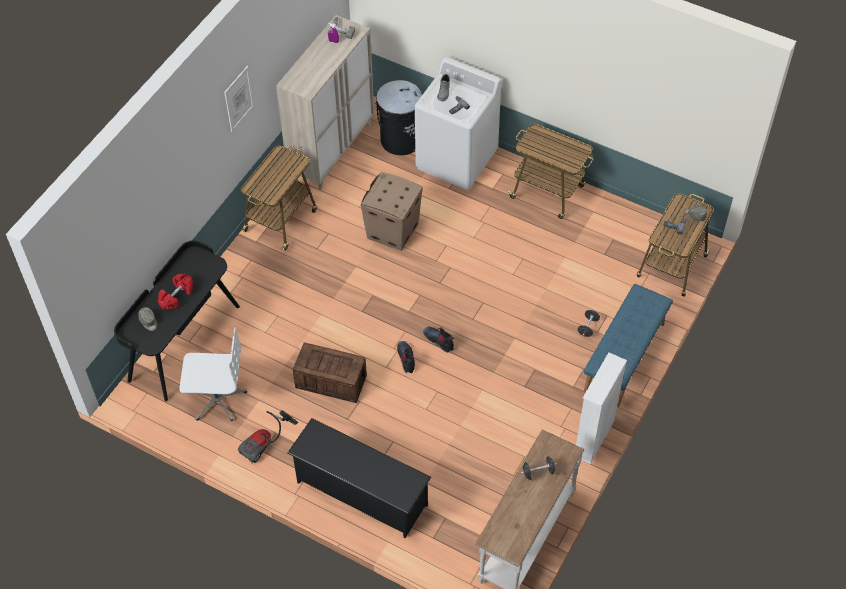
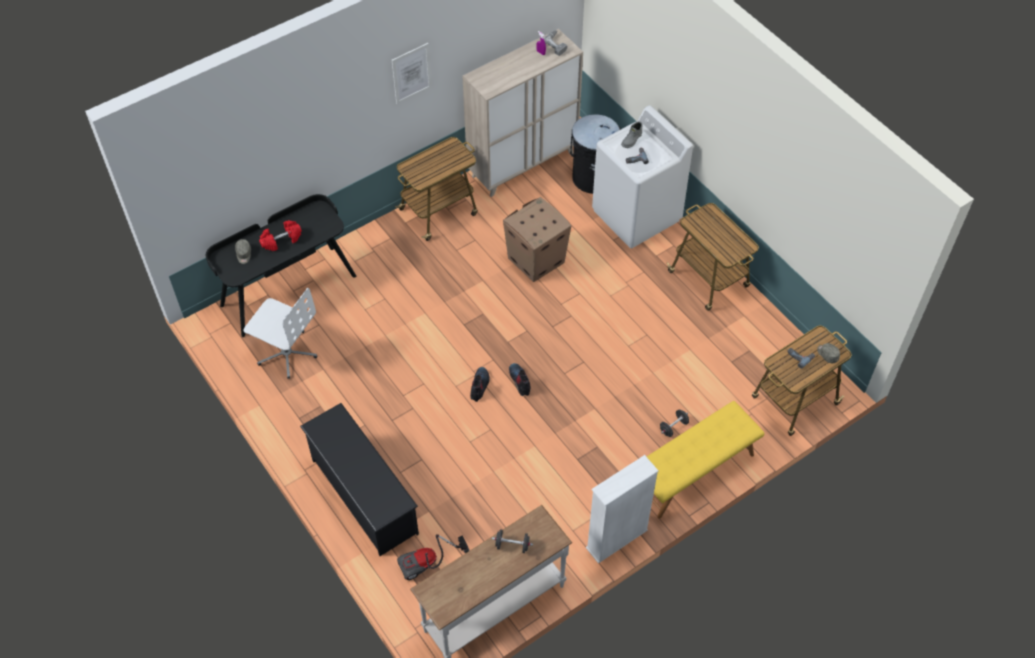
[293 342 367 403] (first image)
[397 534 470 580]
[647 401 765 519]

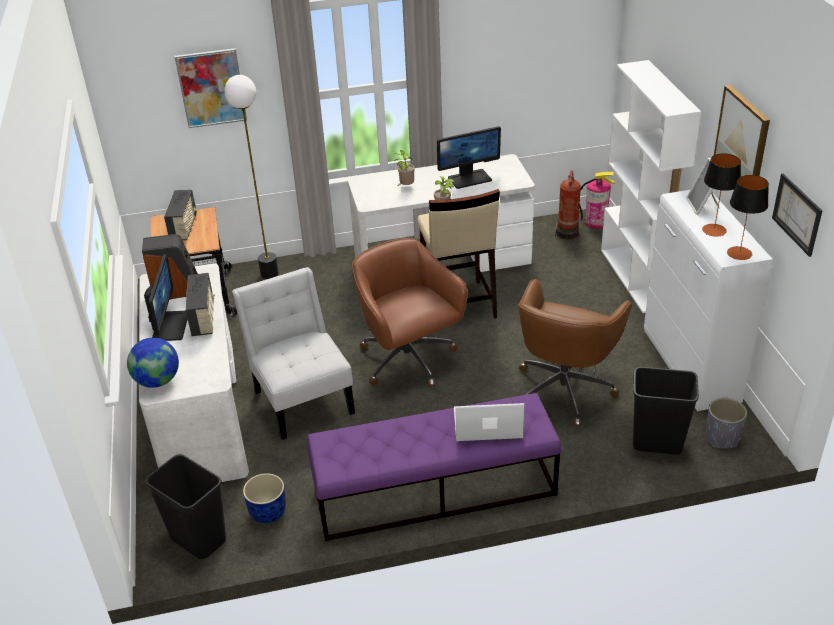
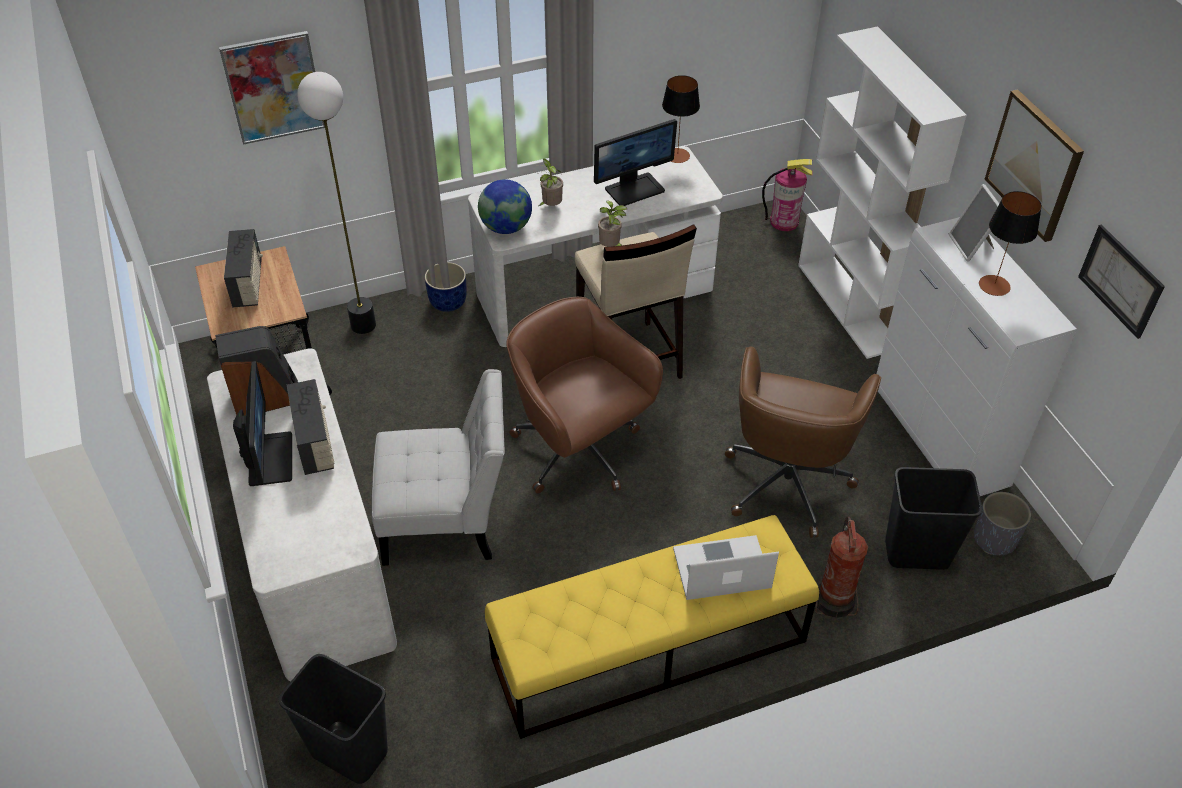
[478 179 532 234]
[425 262 466 312]
[815 516 868 618]
[662 75 700 163]
[485 515 819 739]
[372 369 505 566]

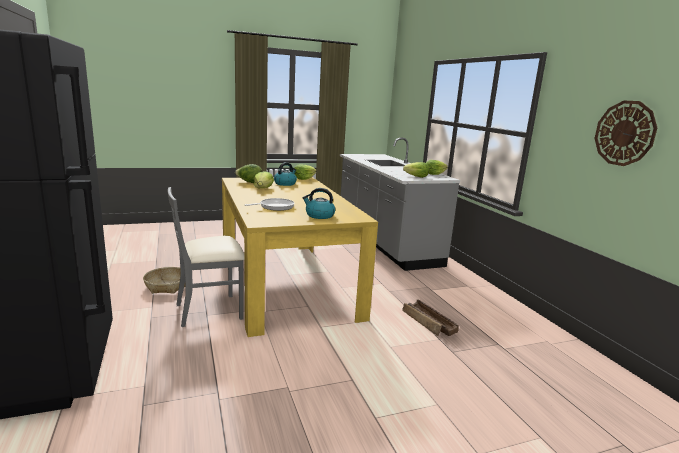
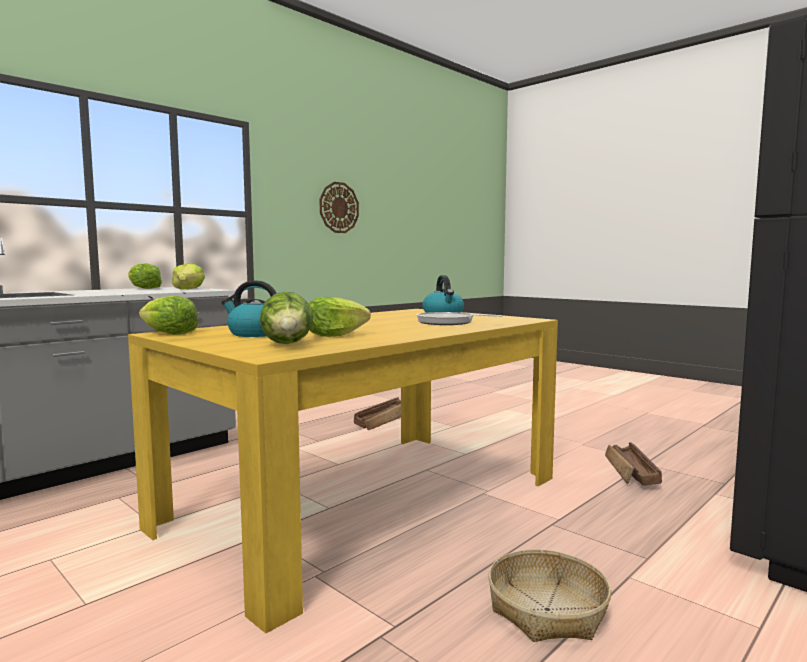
[168 187 244 327] (first image)
[605 442 662 485]

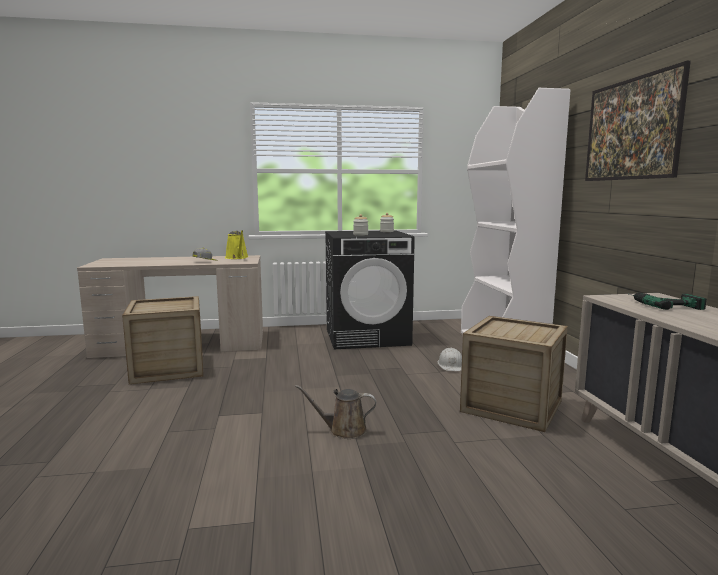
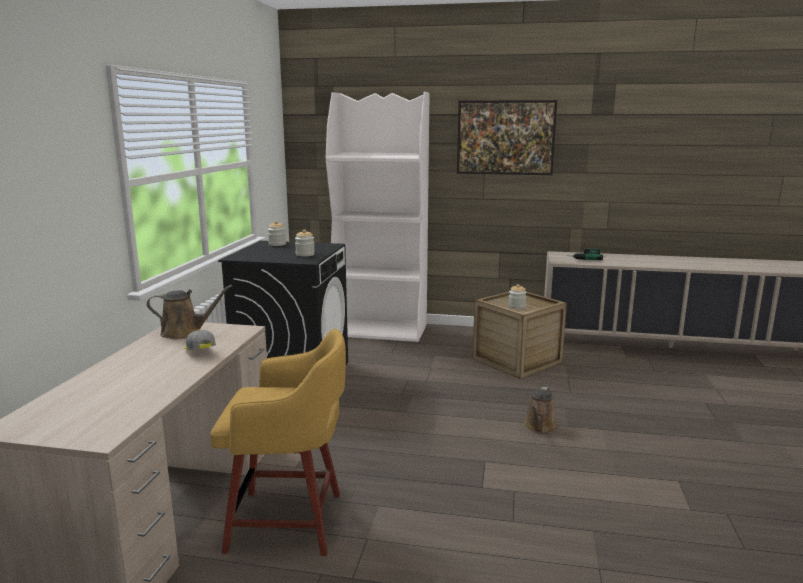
[437 348 462 371] (first image)
[508 284 527 309]
[210 329 346 556]
[147 285 232 339]

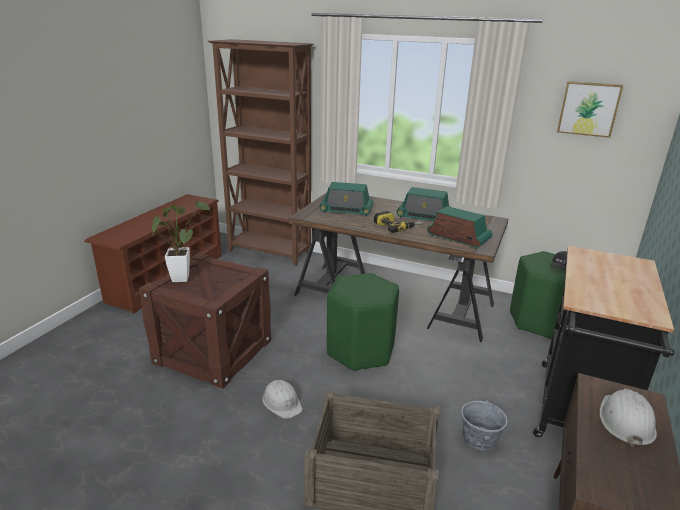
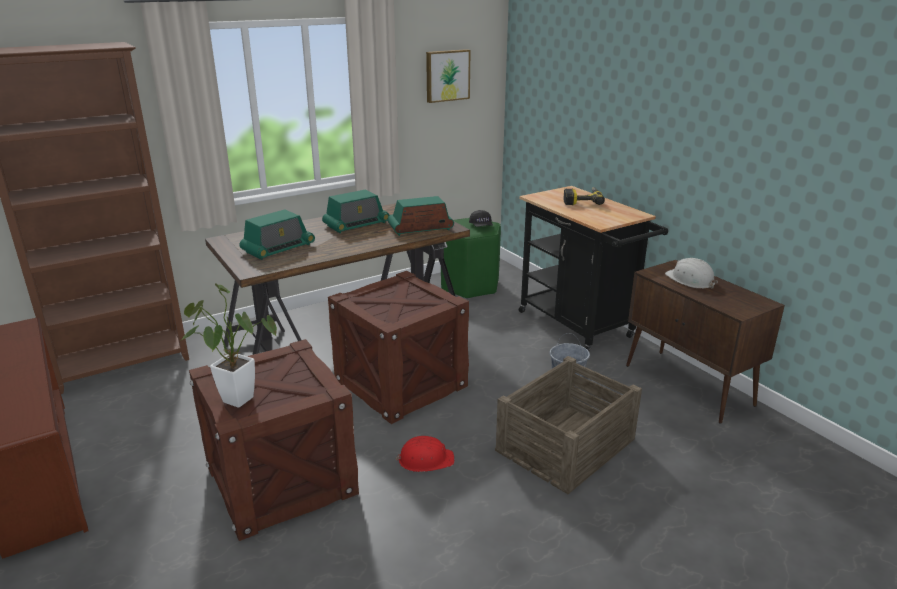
[564 187 605 205]
[328 271 469 424]
[395 436 454 472]

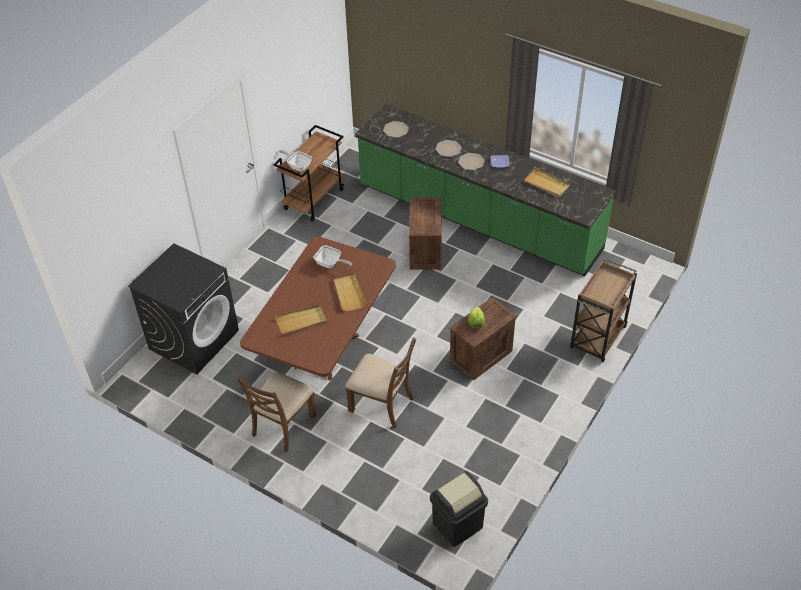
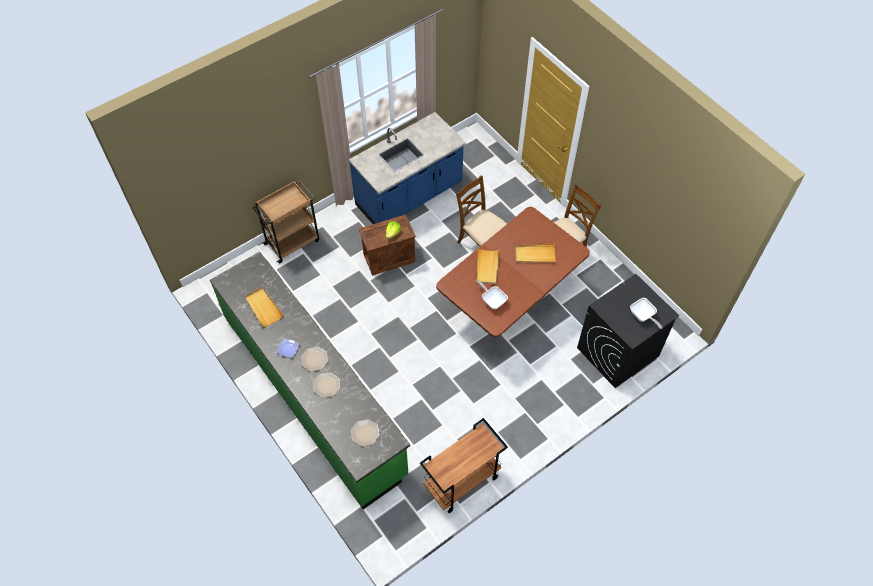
[409 197 442 270] (first image)
[430 471 488 547] (first image)
[349 112 466 224]
[630 298 663 329]

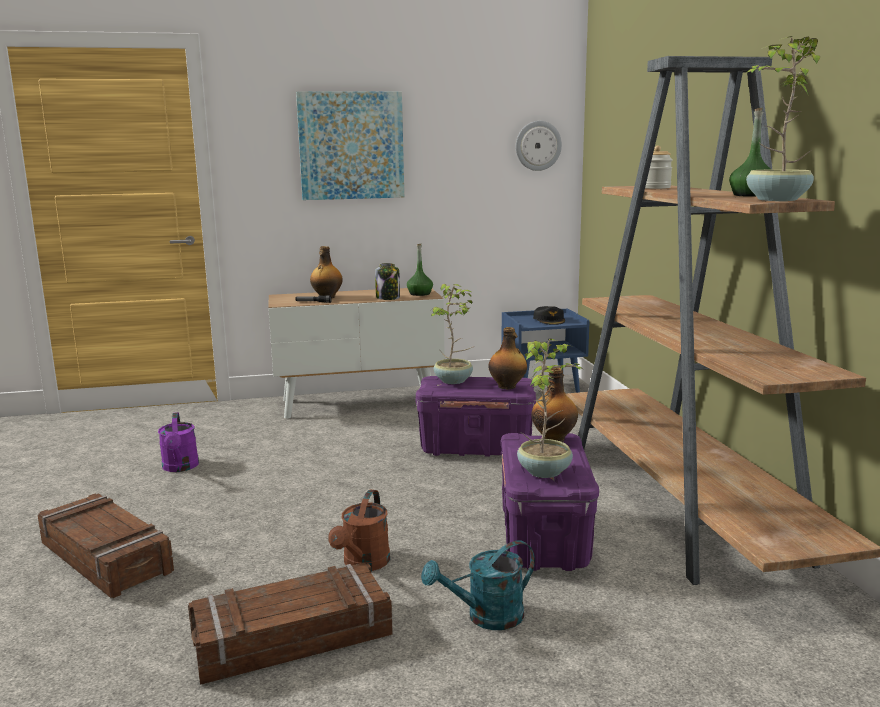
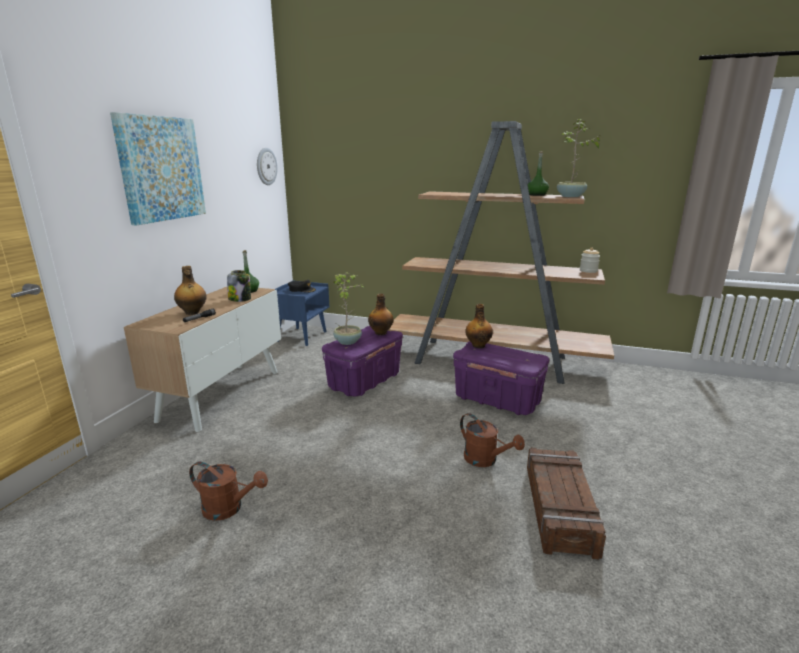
[38 493 174 598] (first image)
[421 540 535 630] (first image)
[517 338 583 478] (first image)
[580 247 600 273]
[189 462 268 521]

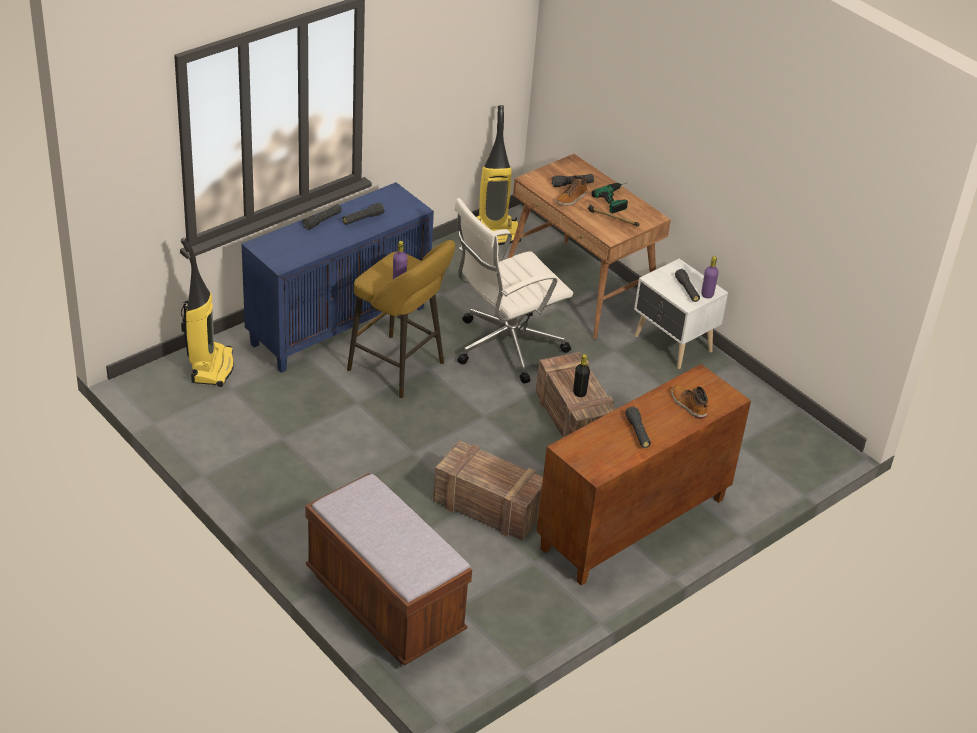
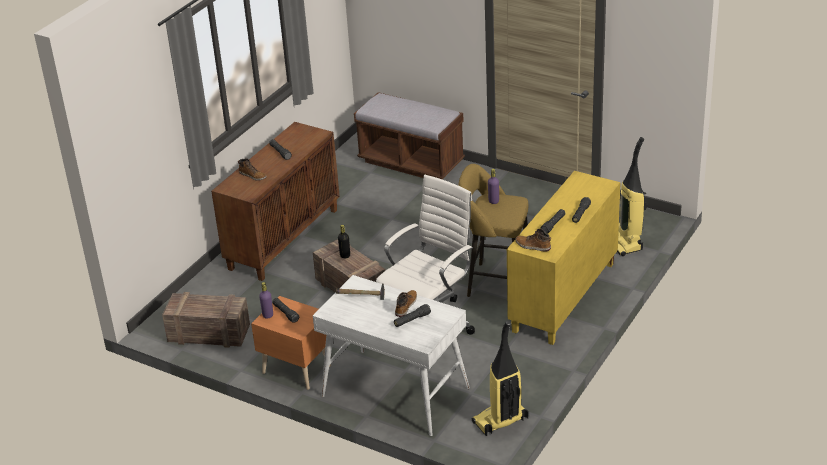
[592 183 628 214] (first image)
[515 229 551 251]
[162 292 250 348]
[507 171 621 345]
[313 275 470 436]
[251 296 331 390]

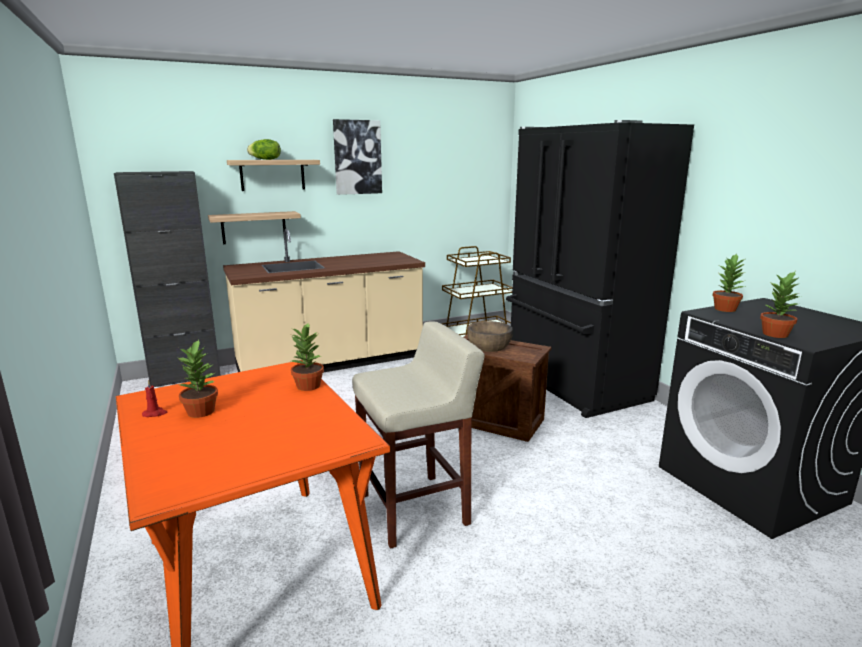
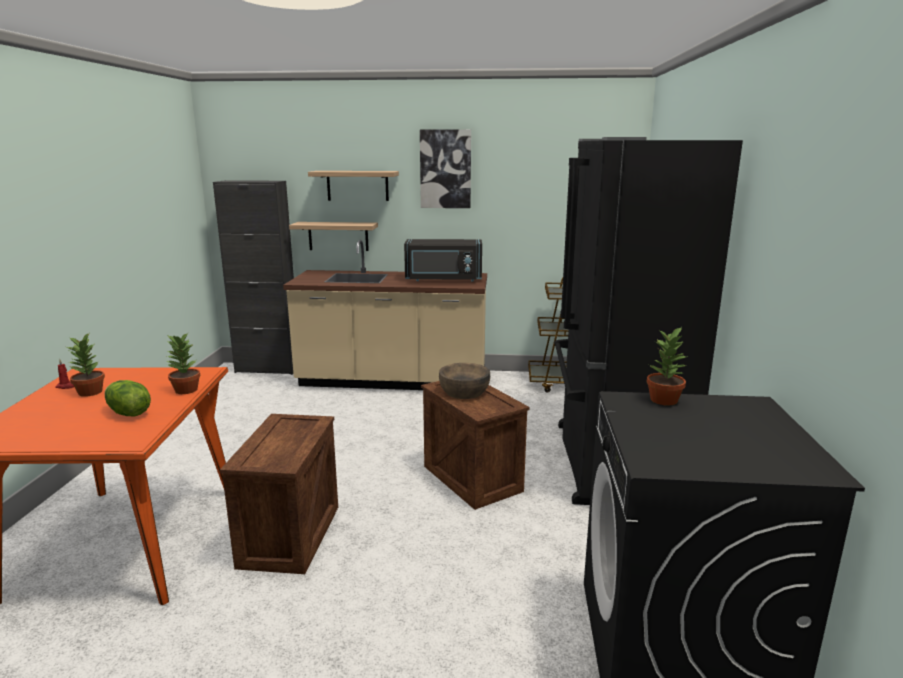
[760 271 800 338] (first image)
[404 239 482 282]
[105 380 151 417]
[220 414 338 574]

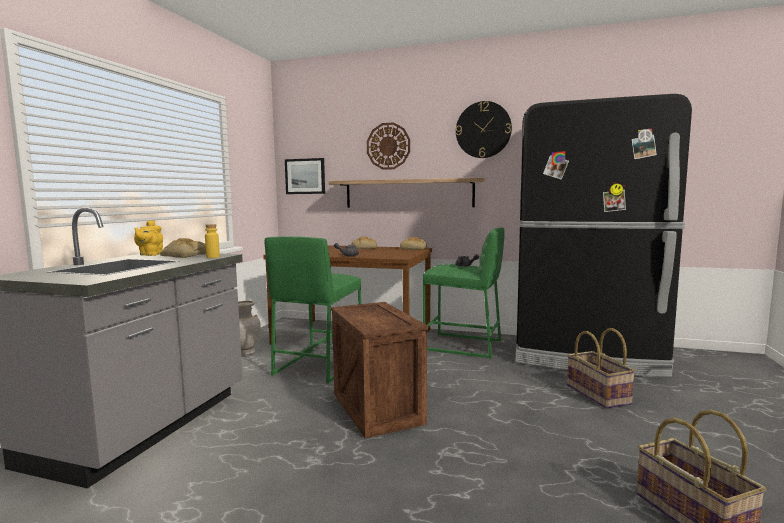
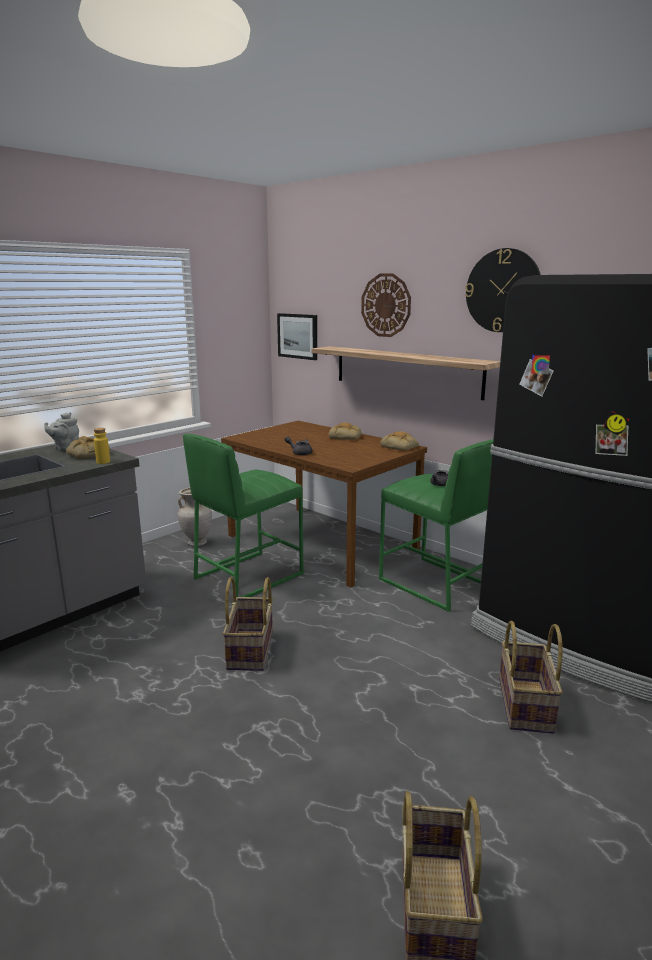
[222 577 273 671]
[44 412 79 450]

